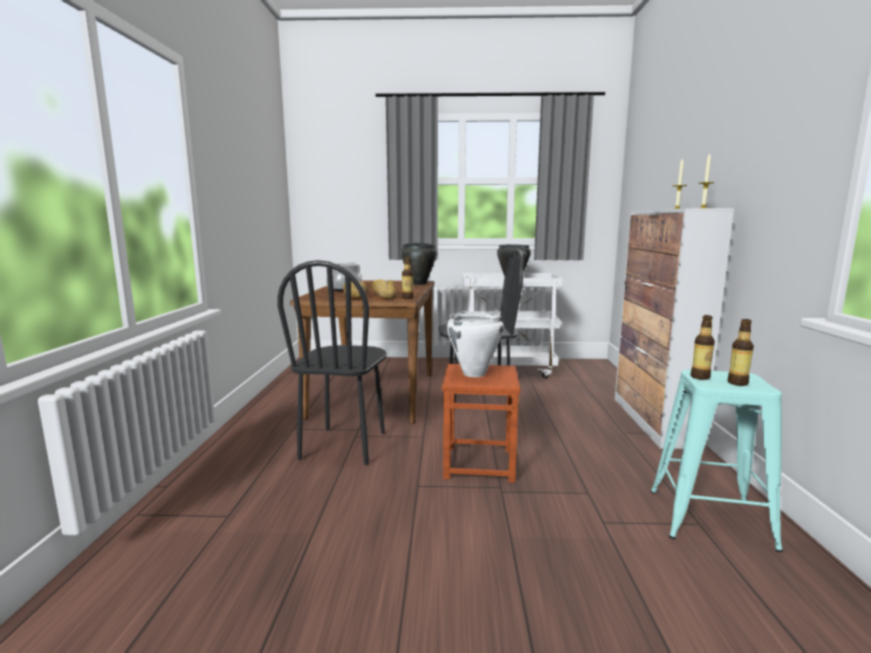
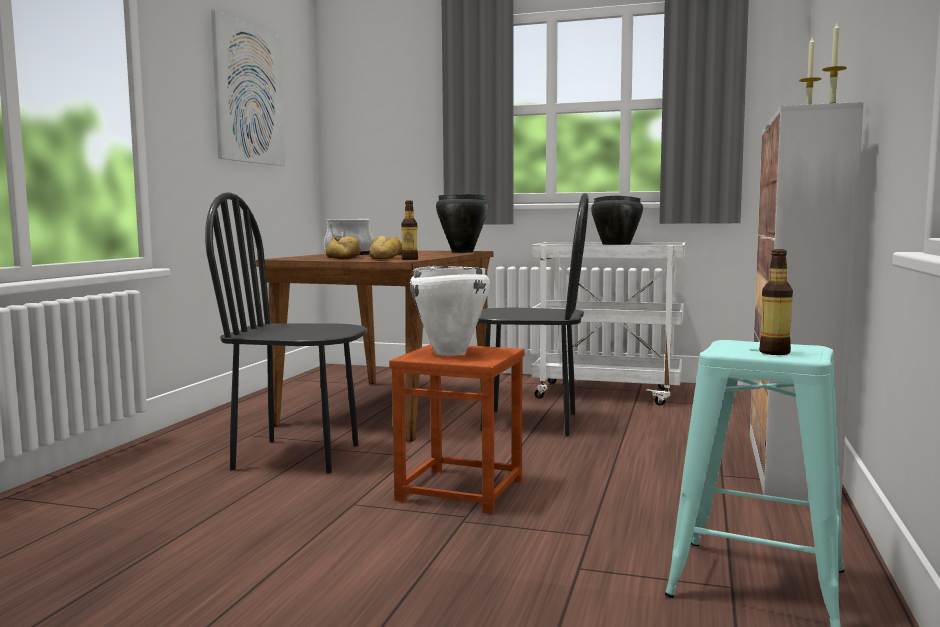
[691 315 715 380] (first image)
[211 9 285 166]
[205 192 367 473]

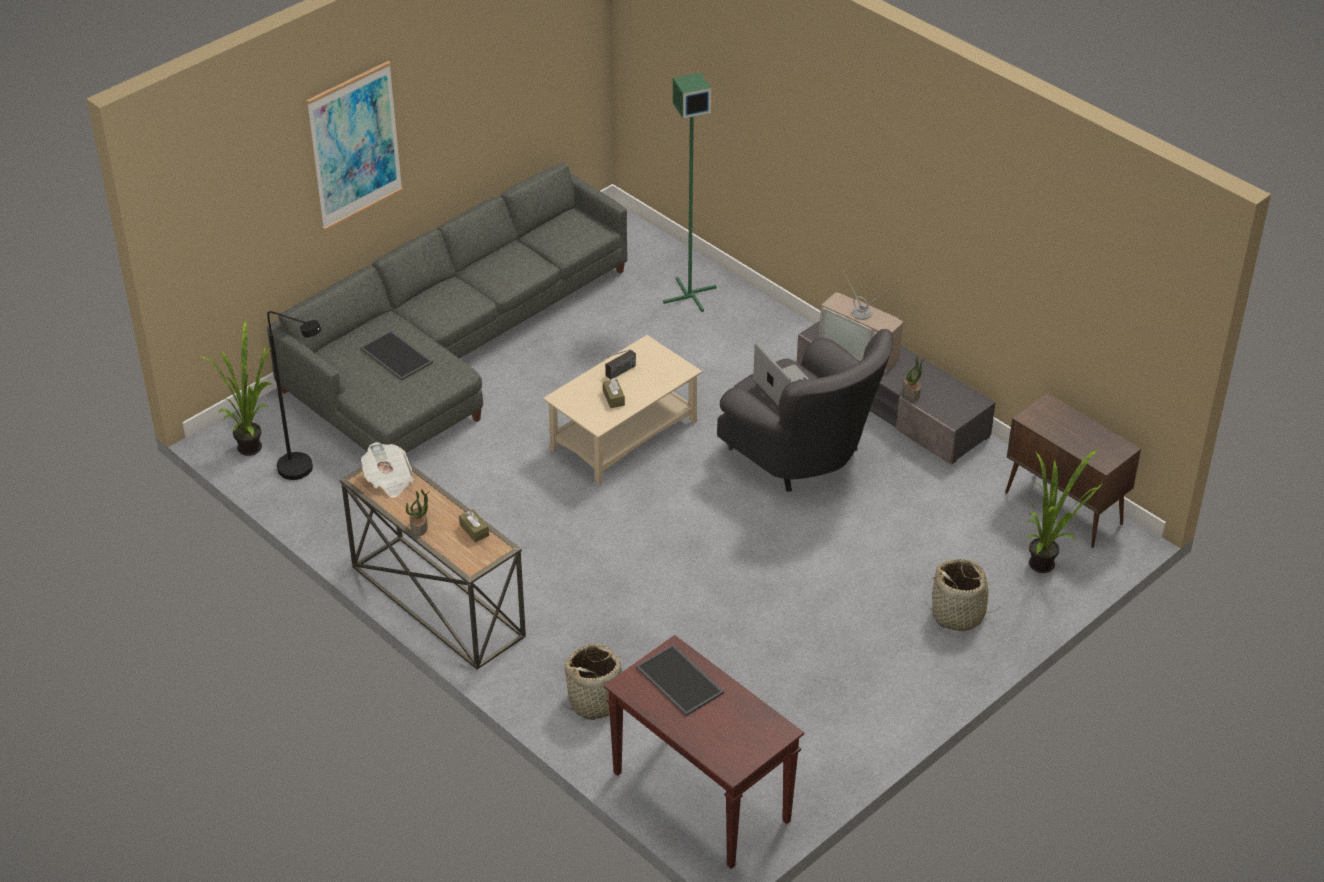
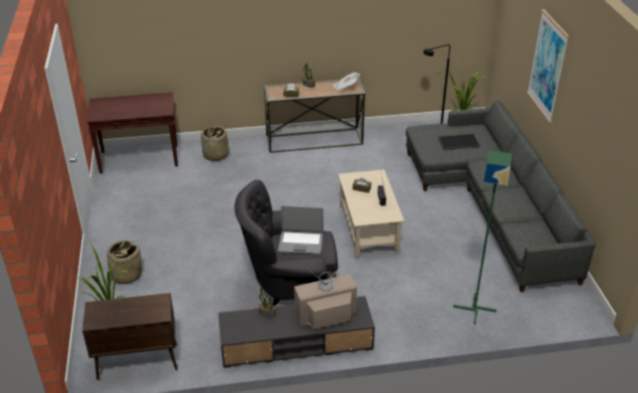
[636 644 724 716] (first image)

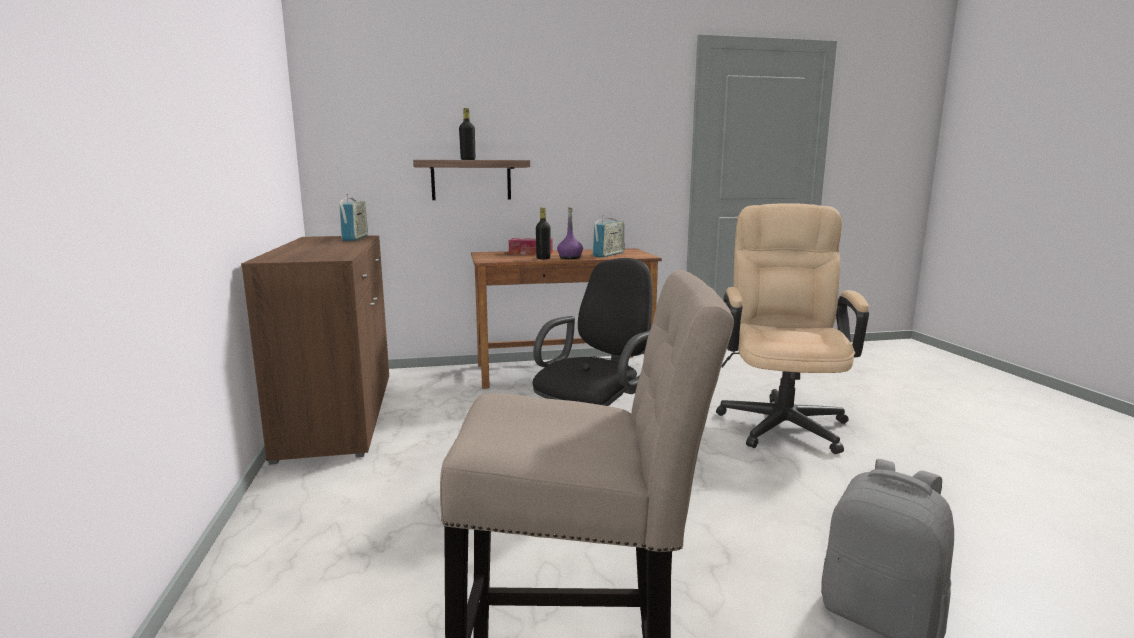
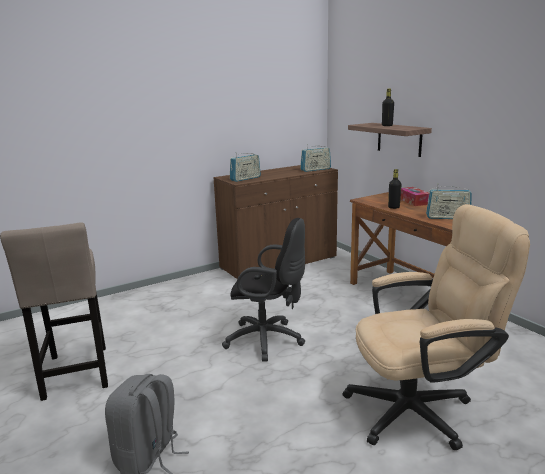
[557 207 583 259] (first image)
[230 152 261 182]

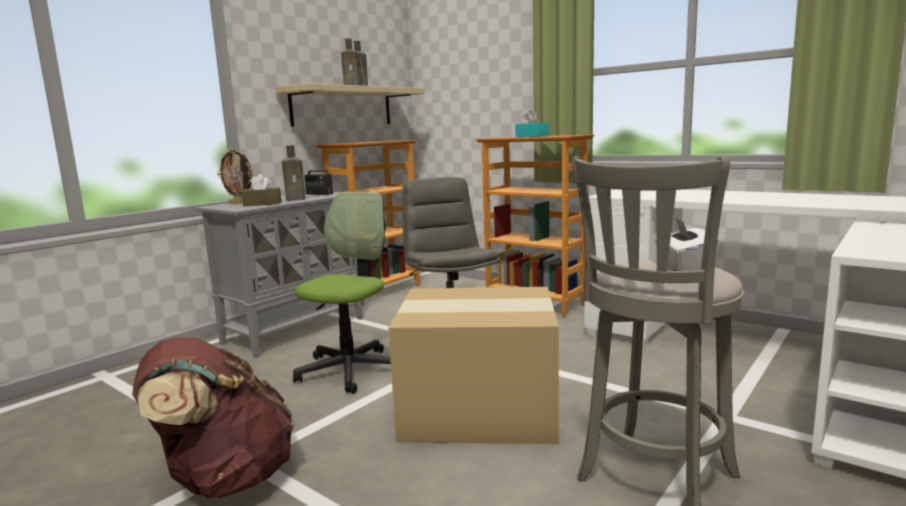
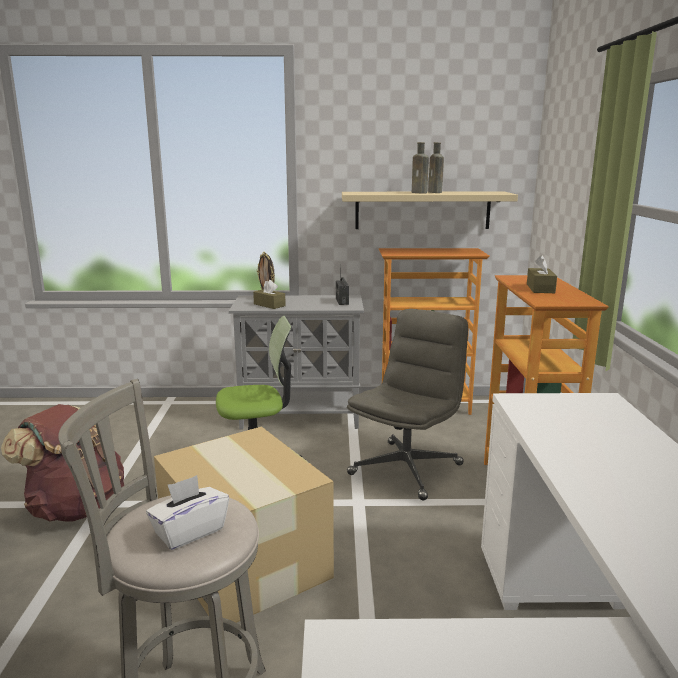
[282 145 306 201] (first image)
[527 255 557 293]

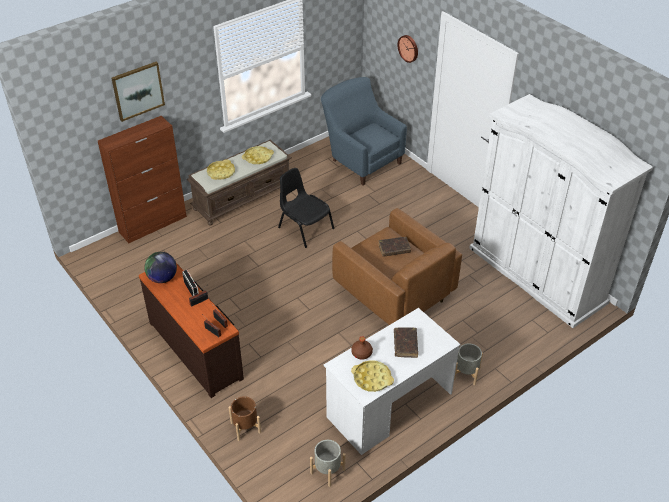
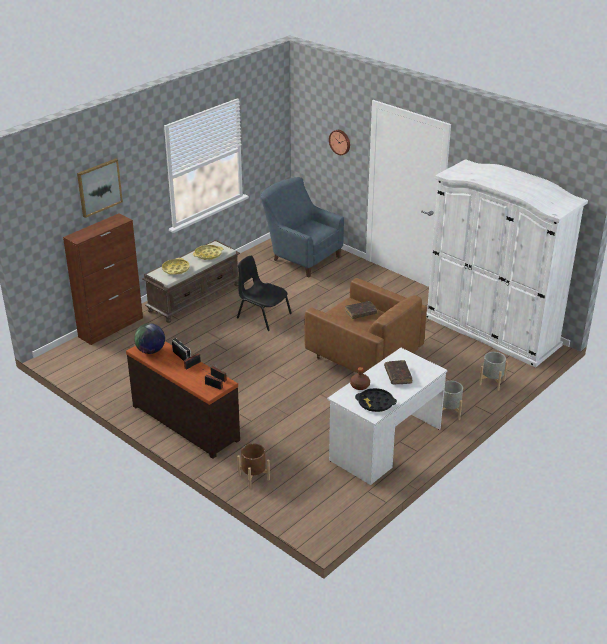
[479 352 508 391]
[355 388 397 412]

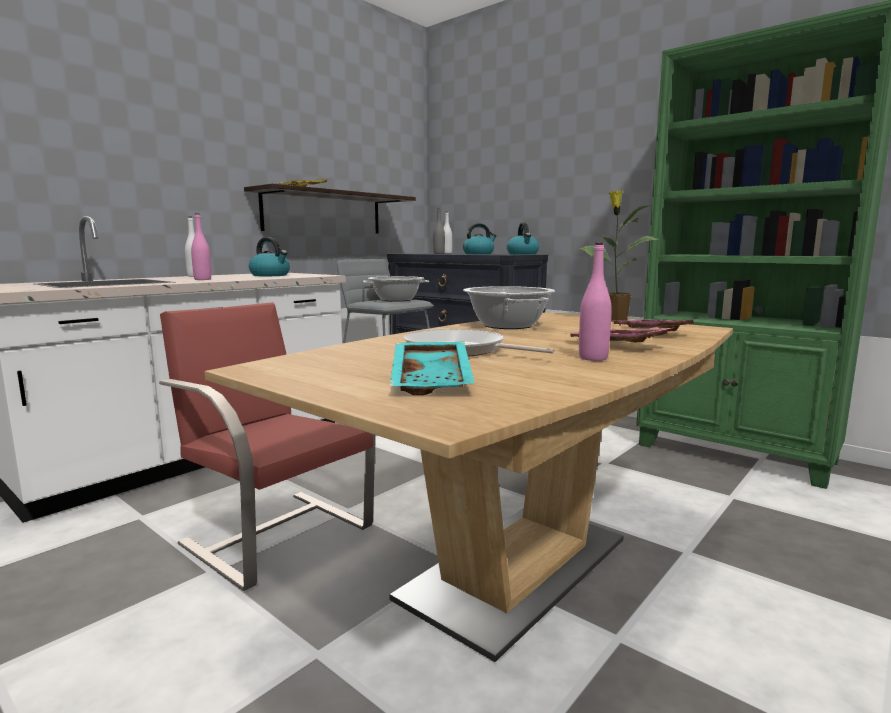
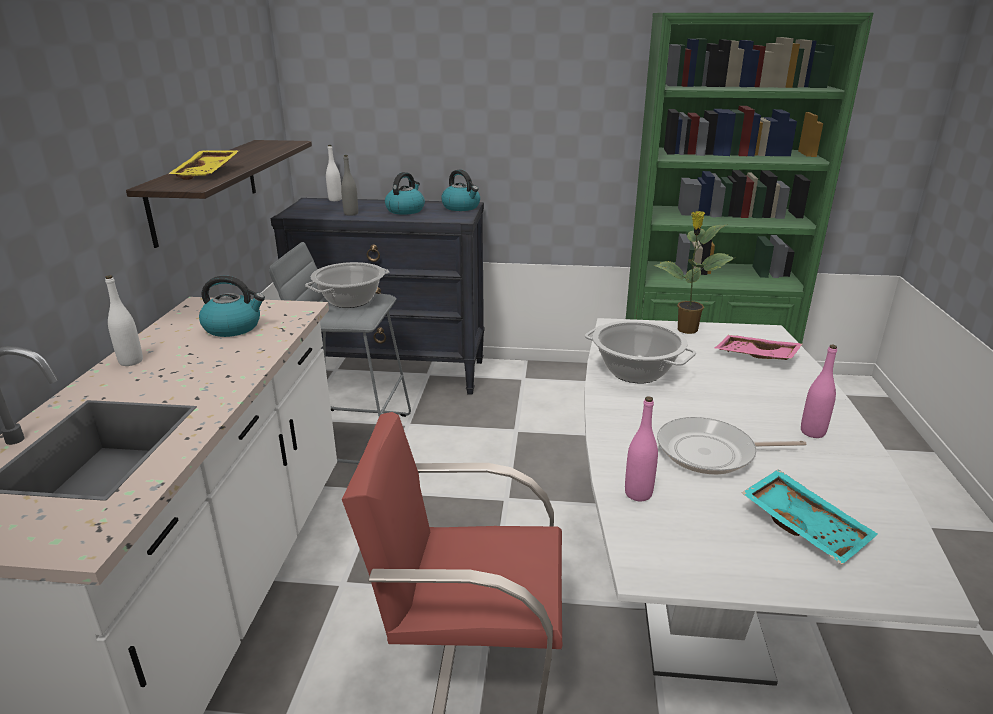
[570 328 671 343] (first image)
[625 396 658 501]
[585 318 979 686]

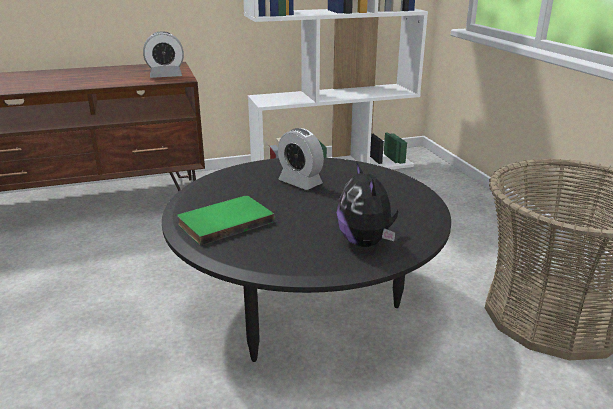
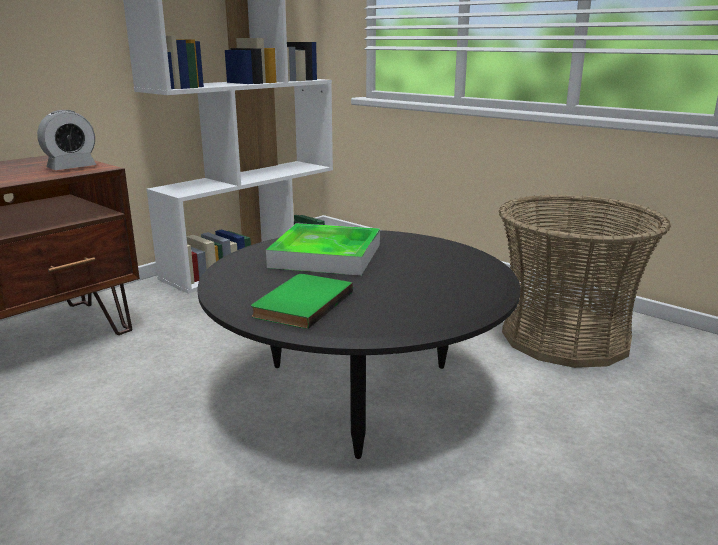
[337 161 398 247] (first image)
[266 223 380 276]

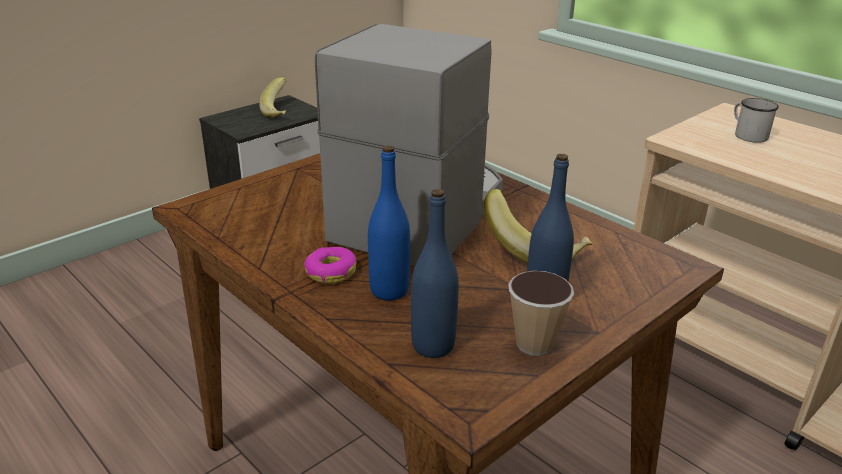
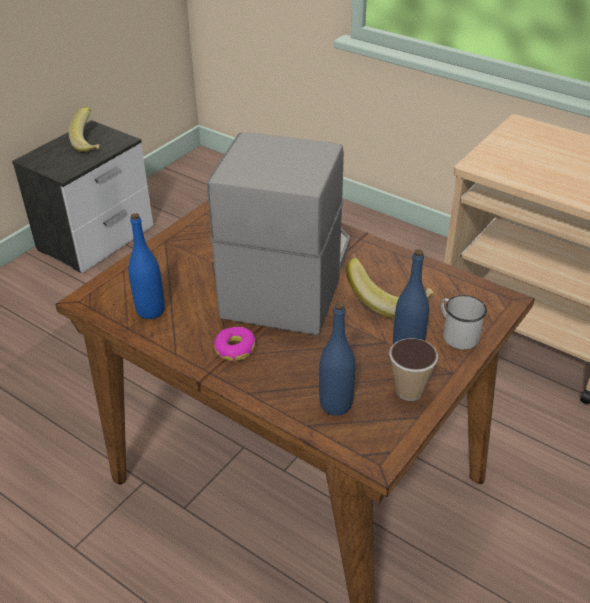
[128 213 165 319]
[440 295 487 350]

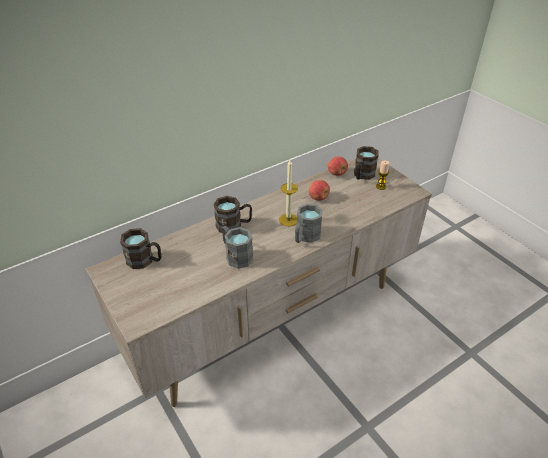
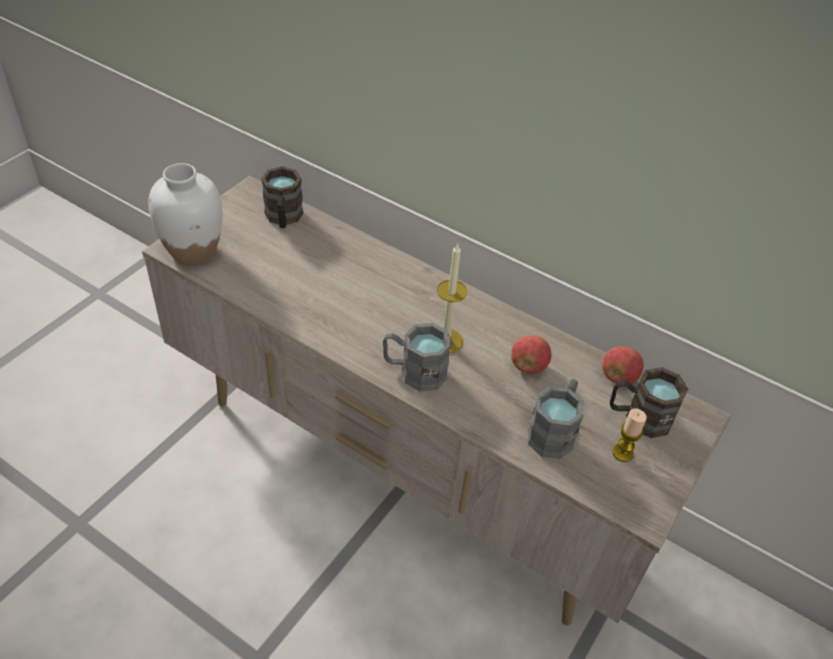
[214 196 252 233] (first image)
[148 163 222 265]
[528 379 584 459]

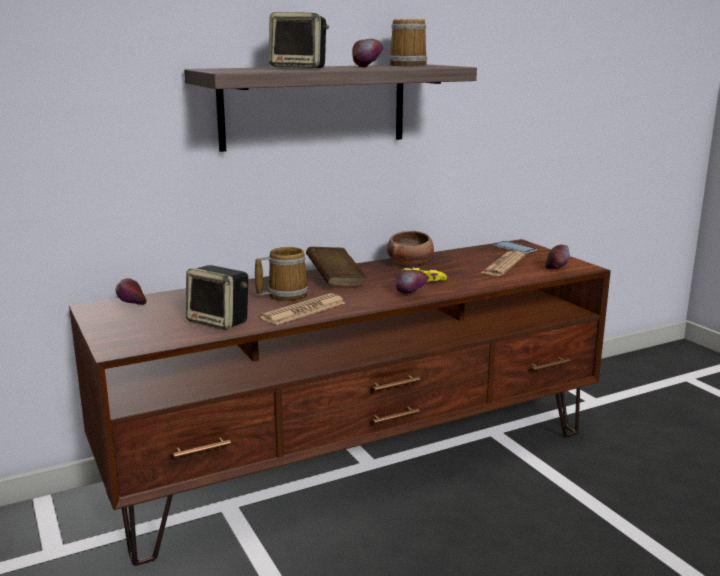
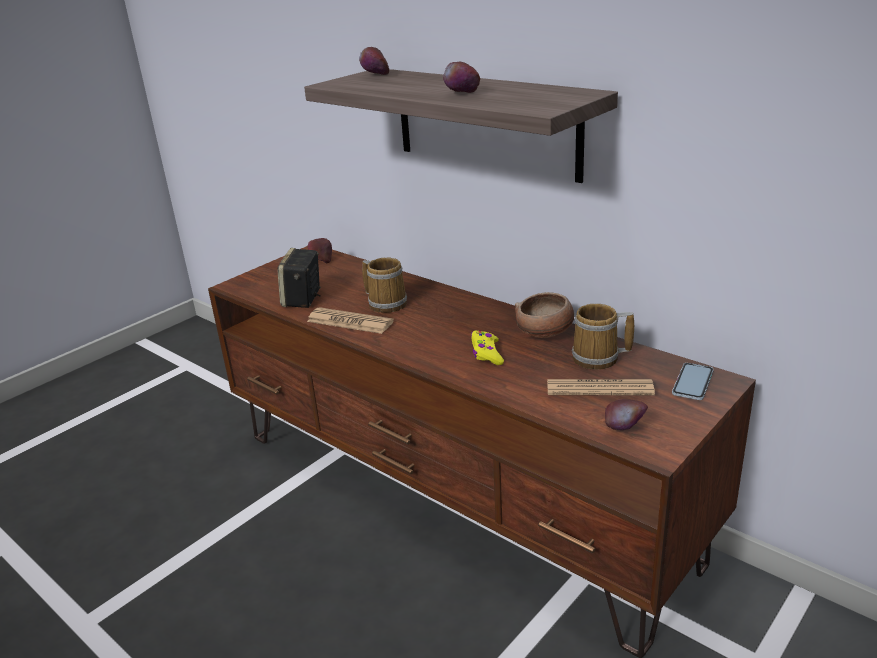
[269 12 329 68] (first image)
[306 247 367 286] (first image)
[572 304 634 370]
[359 47 389 75]

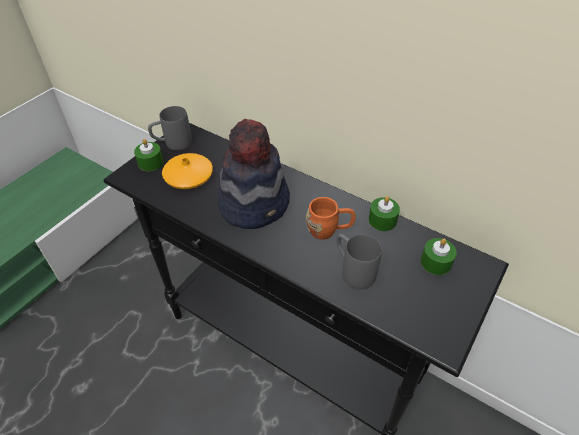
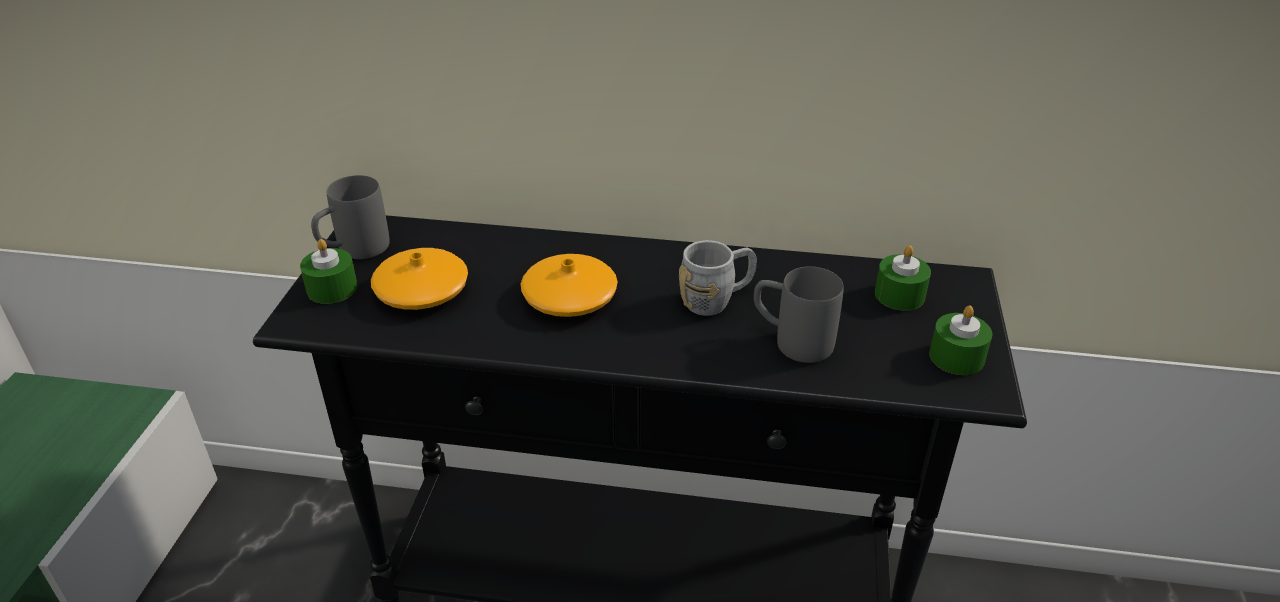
[929 305 992 375]
[521 254 618 317]
[679 240 757 316]

